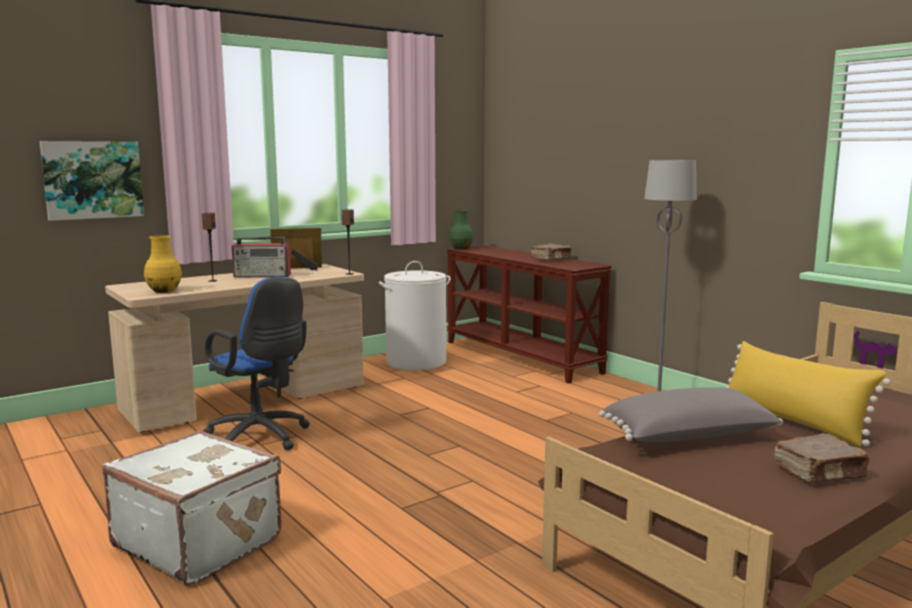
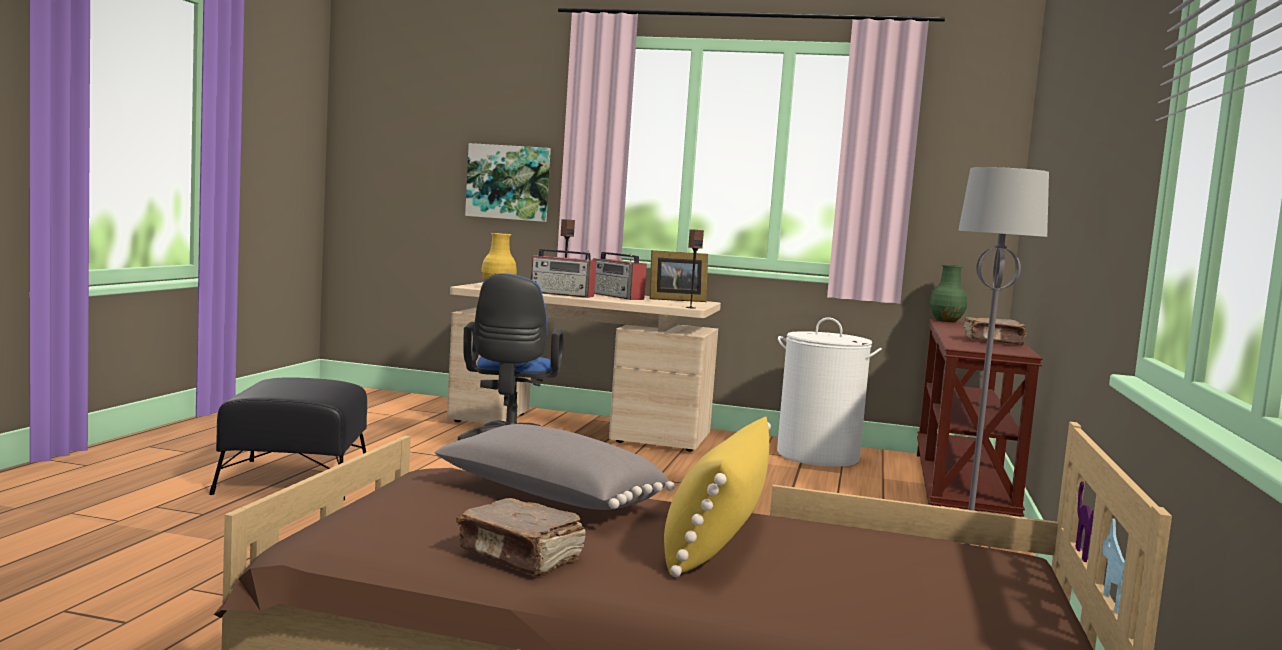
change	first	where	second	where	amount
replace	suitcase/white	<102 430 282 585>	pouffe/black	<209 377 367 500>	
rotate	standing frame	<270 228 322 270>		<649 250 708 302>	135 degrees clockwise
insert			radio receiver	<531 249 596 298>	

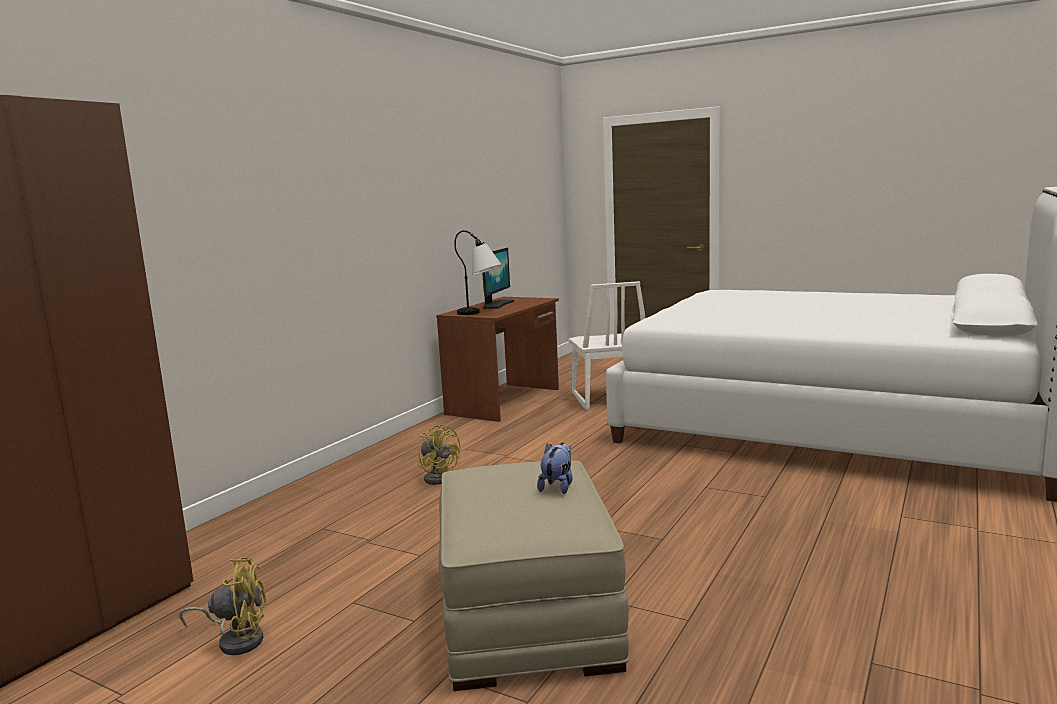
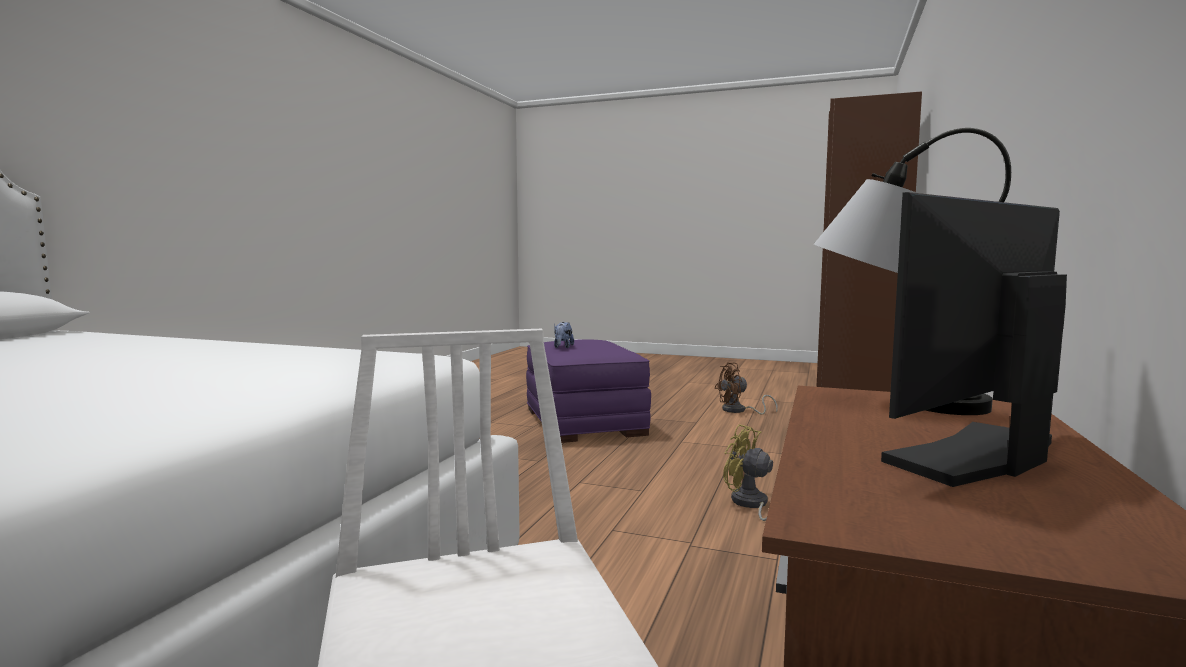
change	first	where	second	where	amount
recolor	electric fan/yellow	<179 557 267 655>	electric fan/brown	<715 363 778 415>	
recolor	pouffe/beige-coloured	<439 461 629 691>	pouffe/purplish	<526 339 651 443>	
rotate	computer screen	<482 248 514 309>		<881 192 1067 487>	45 degrees clockwise

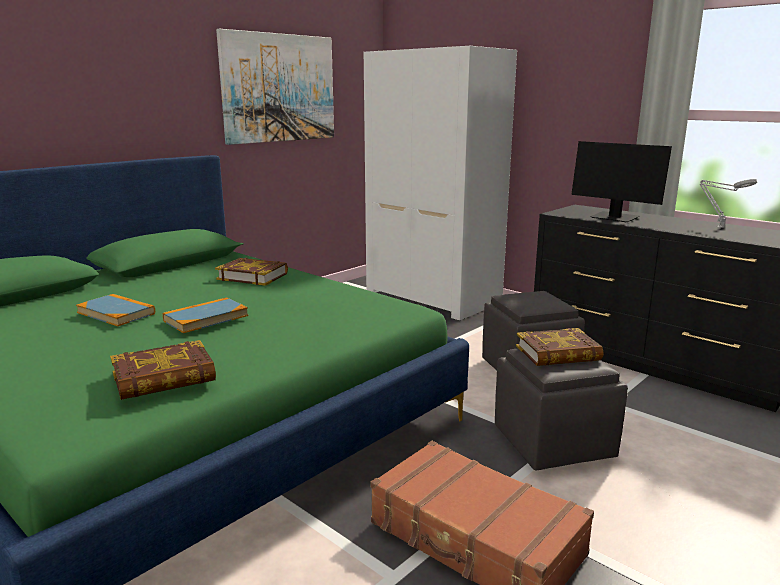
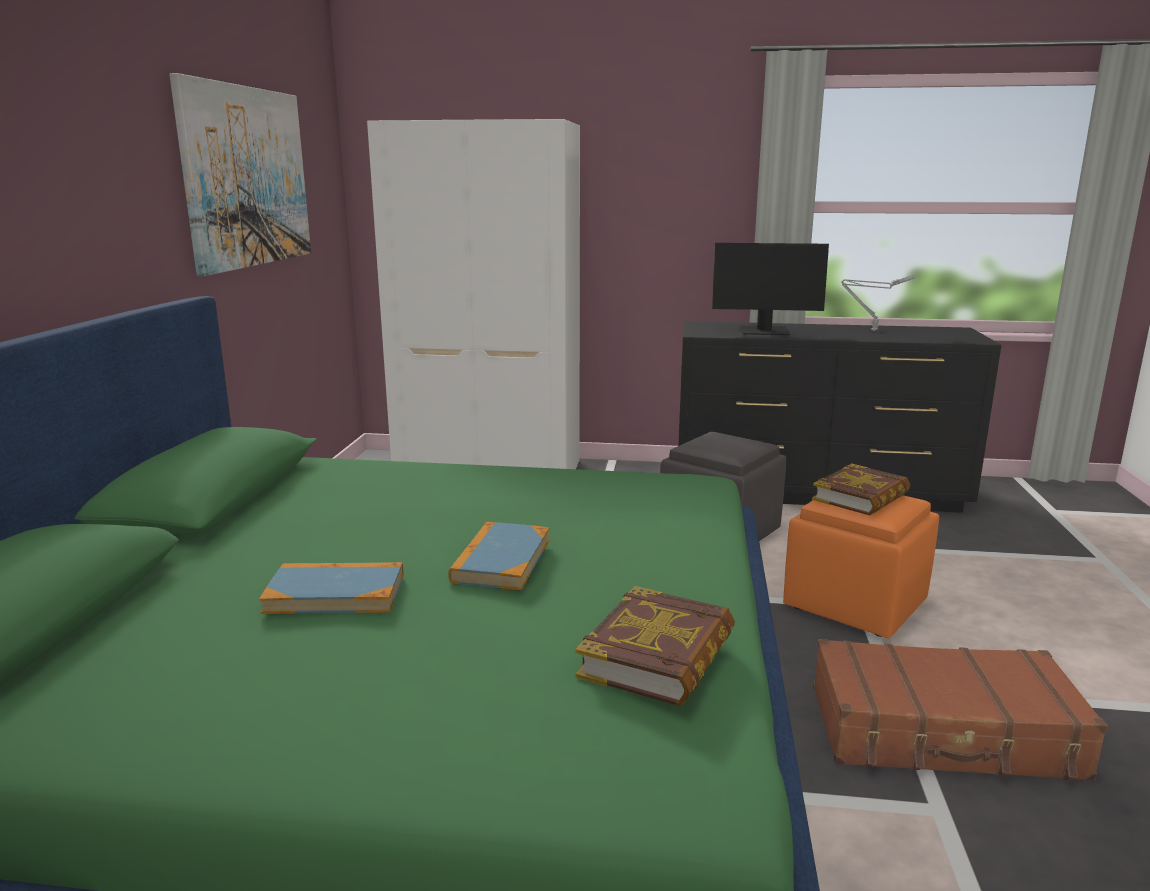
change	first	where	second	where	amount
delete	book	<215 258 288 286>			
recolor	pouffe/gray	<495 349 628 471>	pouffe/orange-coloured	<783 495 939 638>	

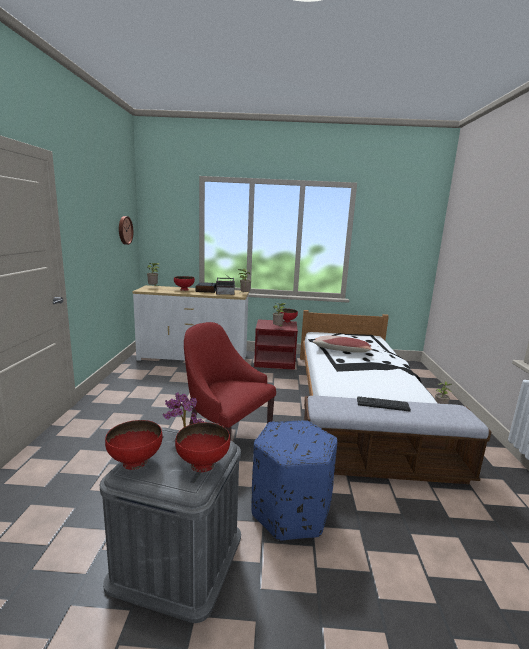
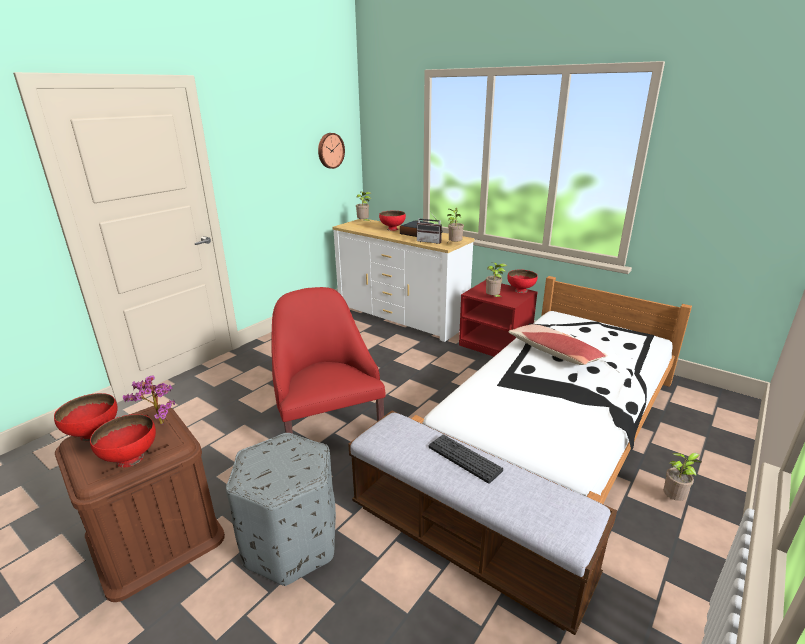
change	first	where	second	where	amount
recolor	storage box/gray	<100 427 241 623>	storage box/brown	<55 405 225 602>	
recolor	pouffe/bluish	<251 420 338 541>	pouffe/gray	<226 433 336 586>	

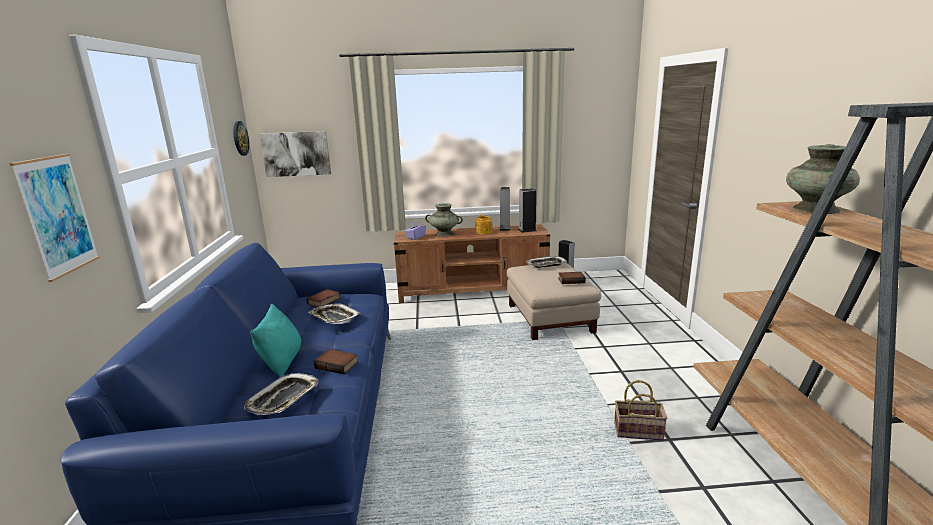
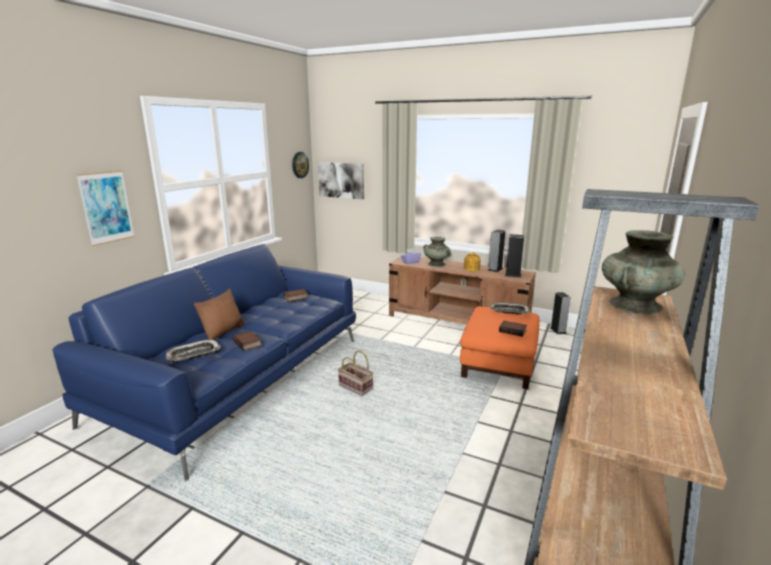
change	first	where	second	where	amount
recolor	pillow/turquoise-coloured	<251 303 301 377>	pillow/brown	<194 288 244 340>	
delete	carrying tray	<309 303 360 324>			
recolor	pouffe/beige-coloured	<507 263 601 340>	pouffe/orange-coloured	<460 306 540 389>	
move	basket	<614 380 667 441>		<338 350 374 396>	

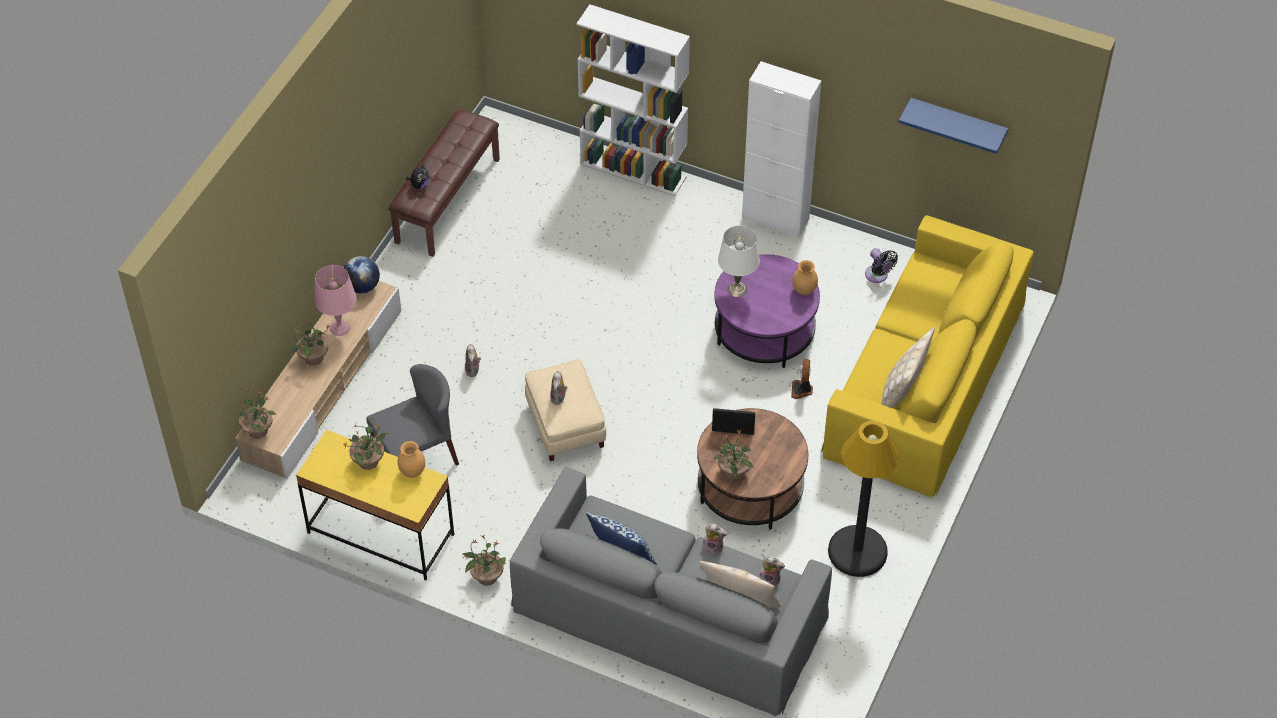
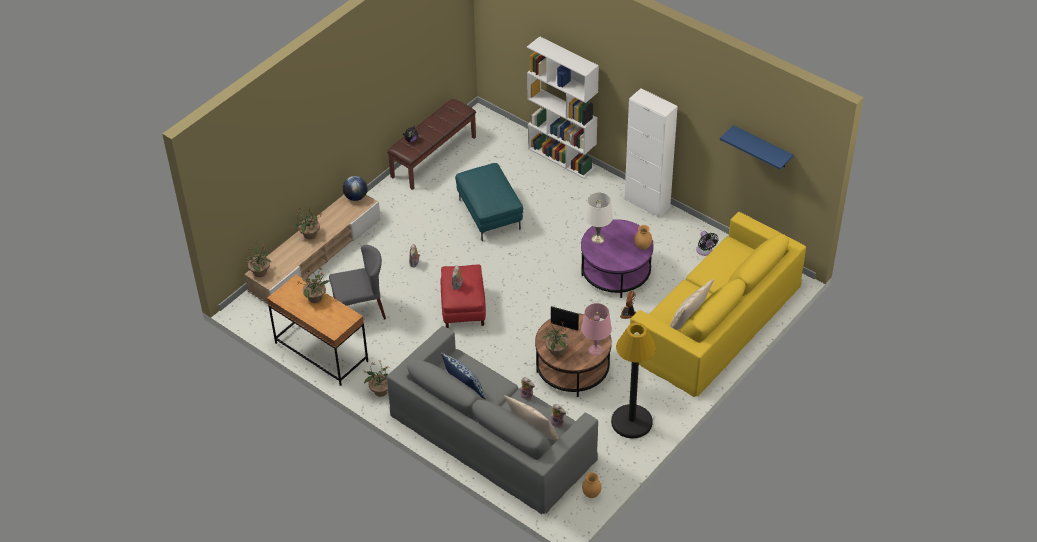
change	first	where	second	where	amount
recolor	desk table/yellow	<296 430 454 580>	desk table/brown	<267 275 368 386>	
move	tabletop lamp/pink-coloured	<314 265 357 336>		<581 303 612 356>	
move	decorative vase/brown	<398 441 425 478>		<582 472 601 498>	
recolor	pouffe/beige-coloured	<525 359 606 461>	pouffe/red	<441 264 486 328>	
insert			pouffe/turquoise-coloured	<455 163 523 241>	

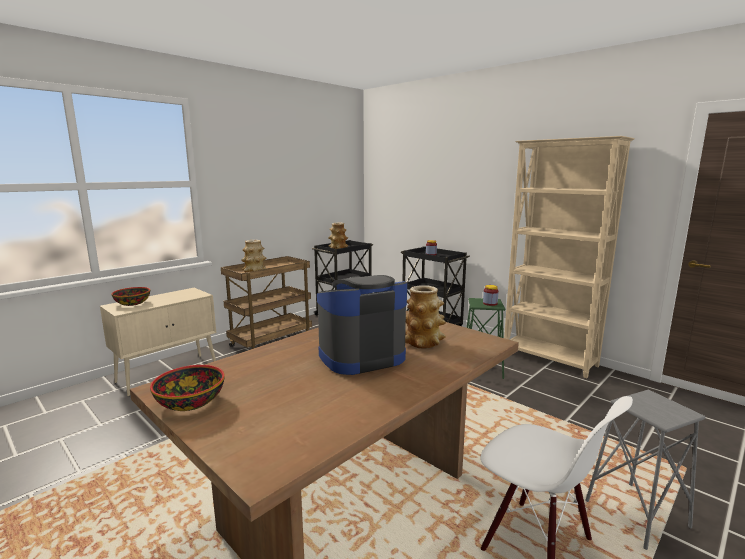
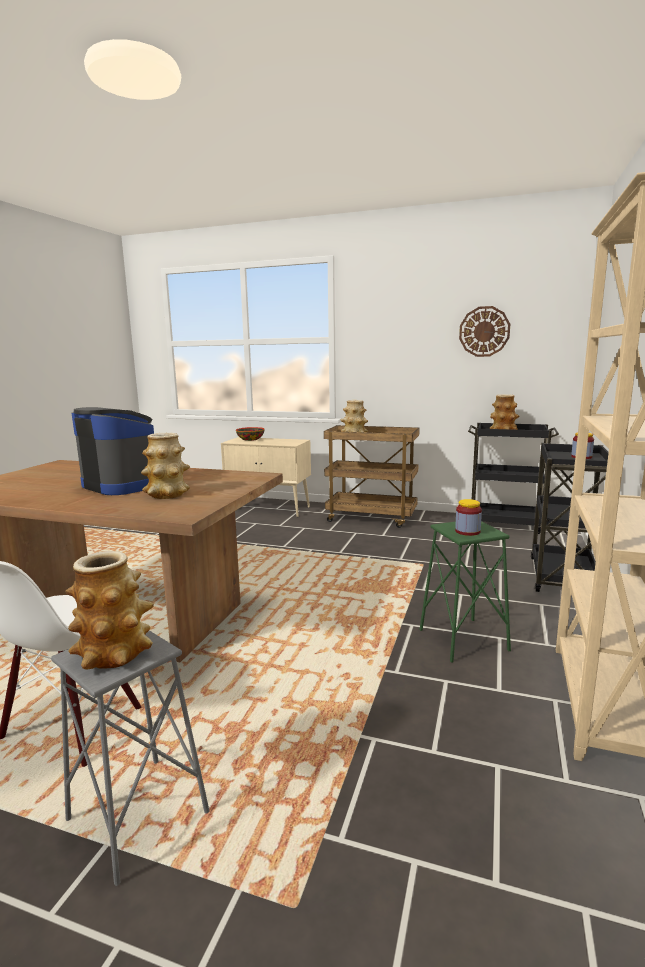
change	first	where	second	where	amount
delete	serving bowl	<150 365 225 411>			
insert			decorative vase	<66 551 154 670>	
insert			wall clock	<459 306 510 357>	

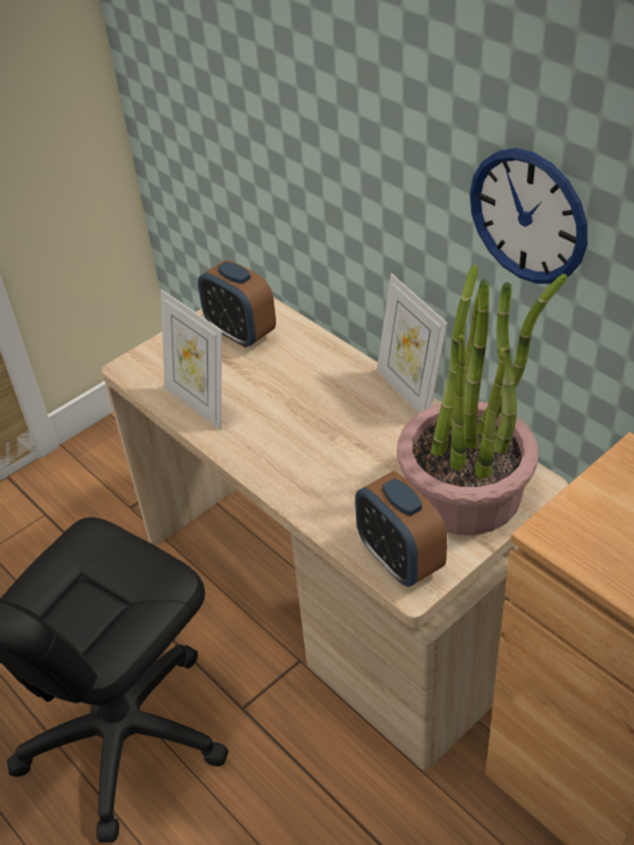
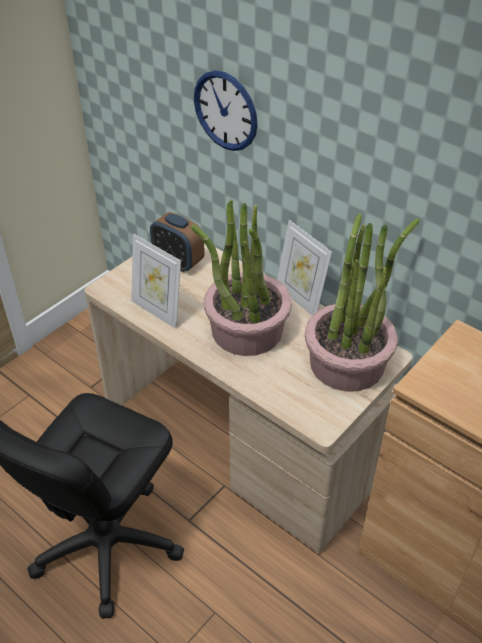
change	first	where	second	where	amount
delete	table clock	<355 471 447 587>			
move	wall clock	<470 148 588 284>		<194 70 258 151>	
insert			potted plant	<191 199 292 356>	

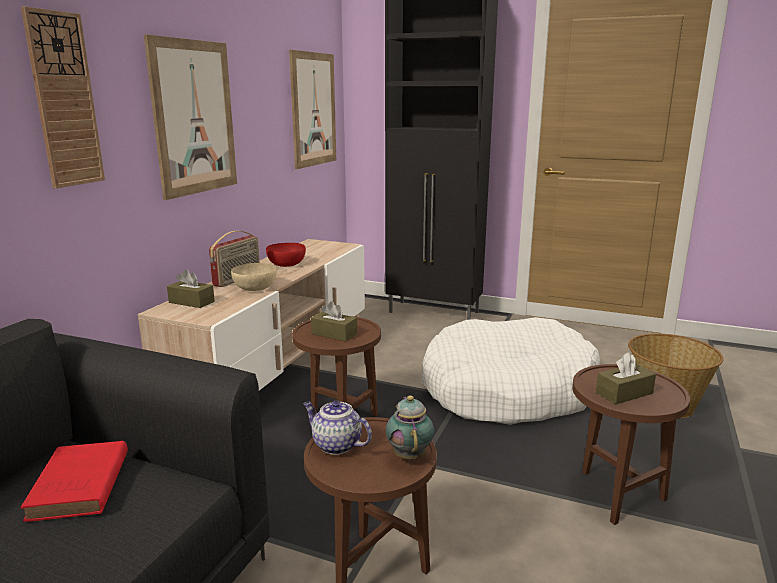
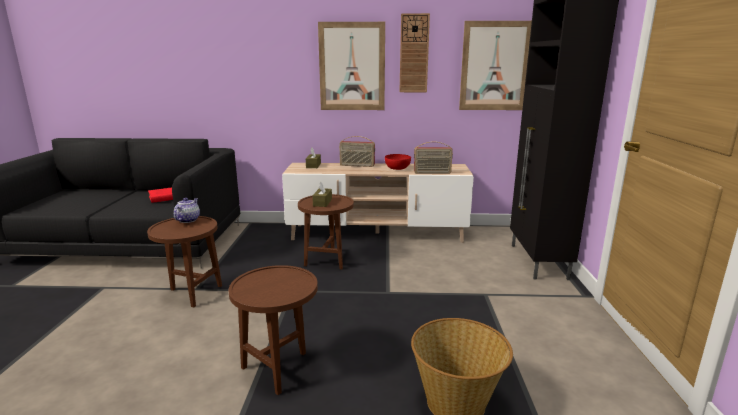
change	first	where	second	where	amount
move	wall clock	<21 6 105 188>		<399 13 430 92>	
delete	serving bowl/beige-coloured	<231 263 277 291>			
delete	teapot	<386 396 434 460>			
delete	pet bed/white	<421 317 600 425>			
delete	tissue box/brown	<596 352 656 405>			
insert			radio receiver	<414 141 453 174>	

